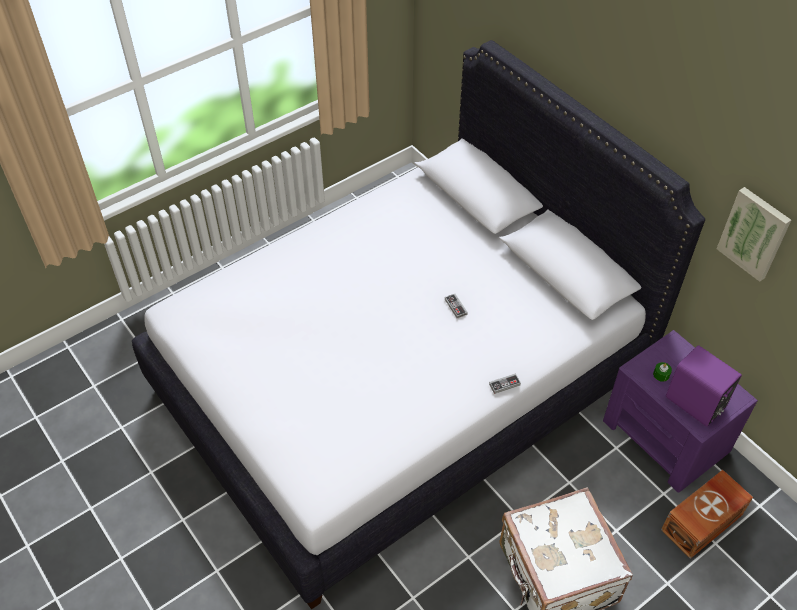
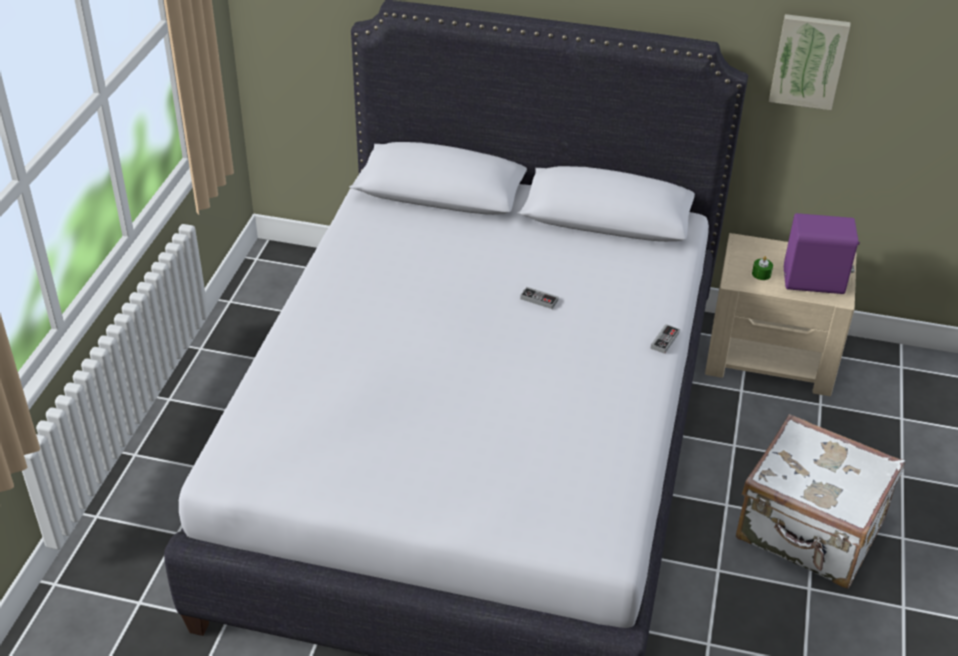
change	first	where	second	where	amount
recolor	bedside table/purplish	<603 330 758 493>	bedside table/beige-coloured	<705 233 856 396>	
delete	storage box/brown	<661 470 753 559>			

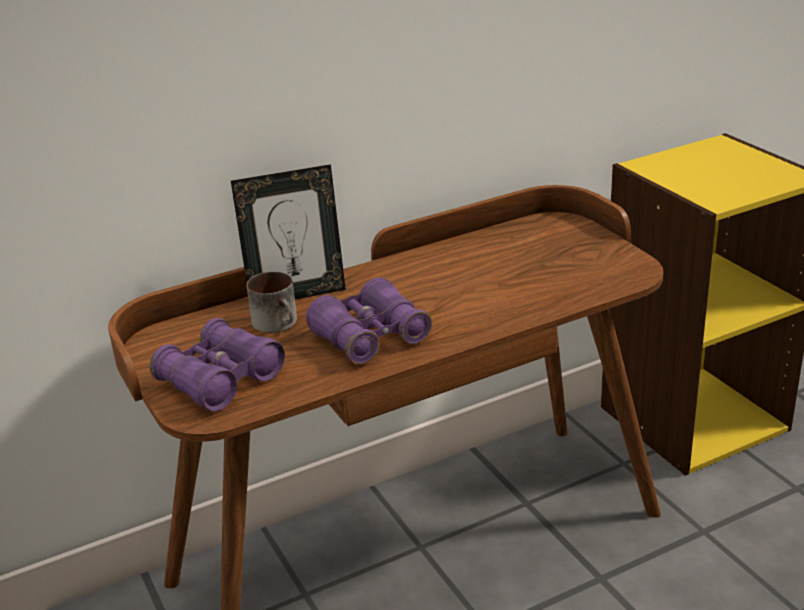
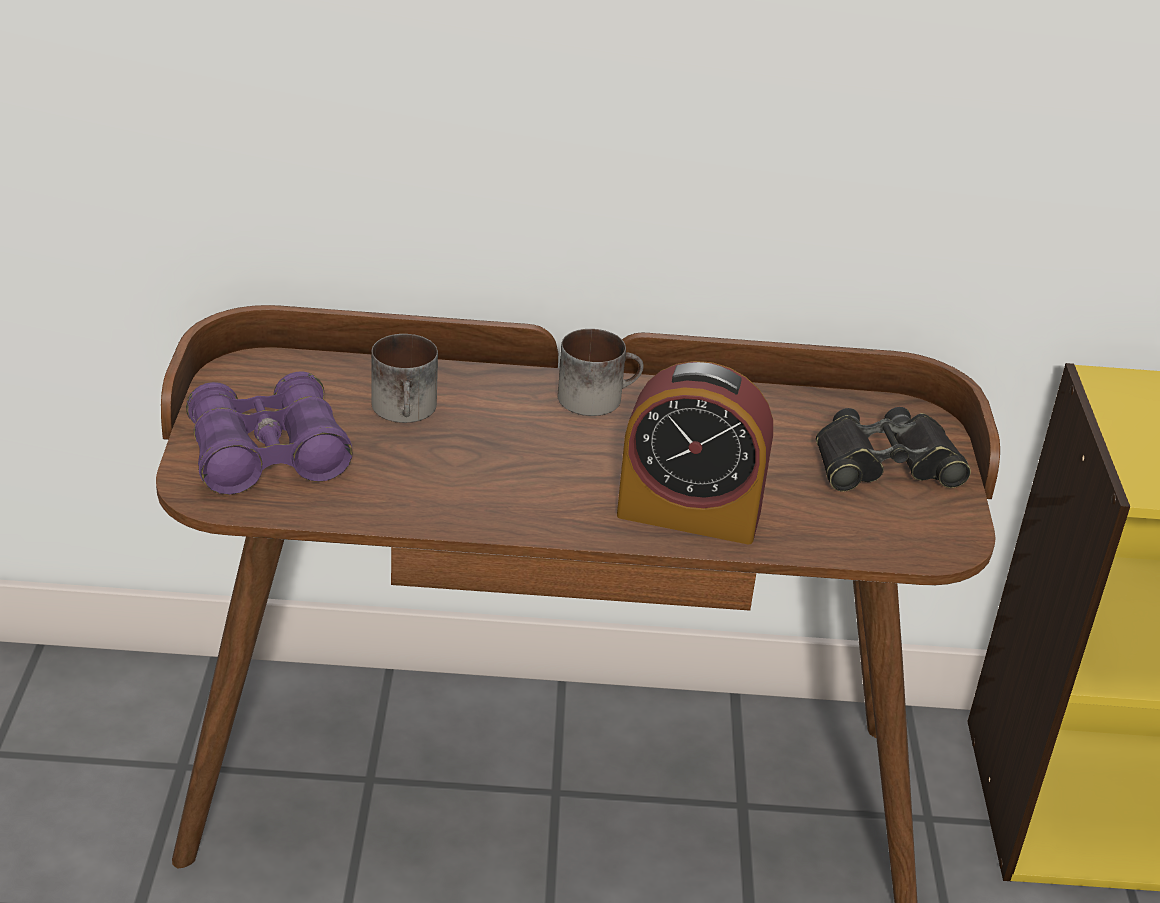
change	first	where	second	where	amount
delete	standing frame	<231 164 346 300>			
delete	binoculars/purplish	<306 278 432 364>			
insert			mug	<558 329 644 416>	
insert			table clock	<617 361 773 544>	
insert			binoculars/black	<816 407 971 492>	

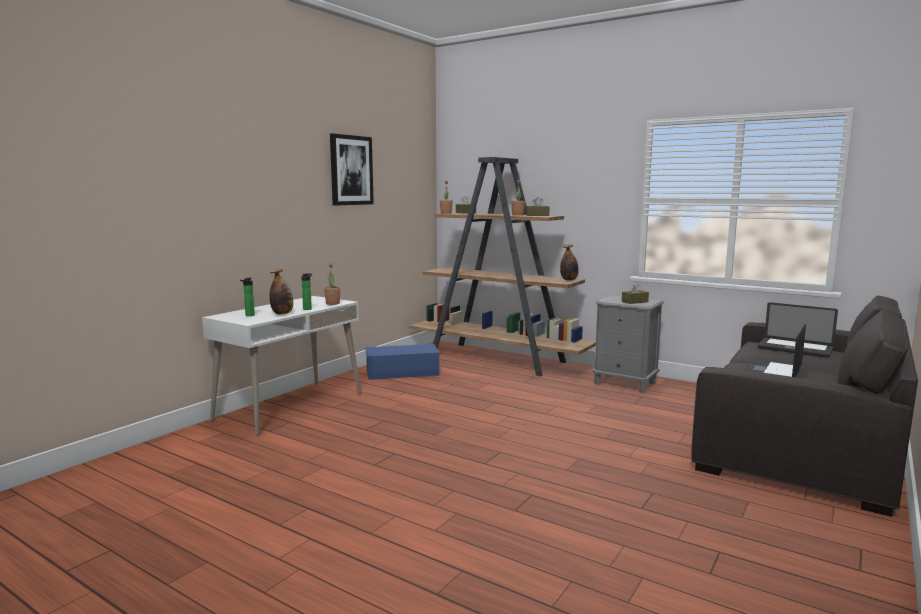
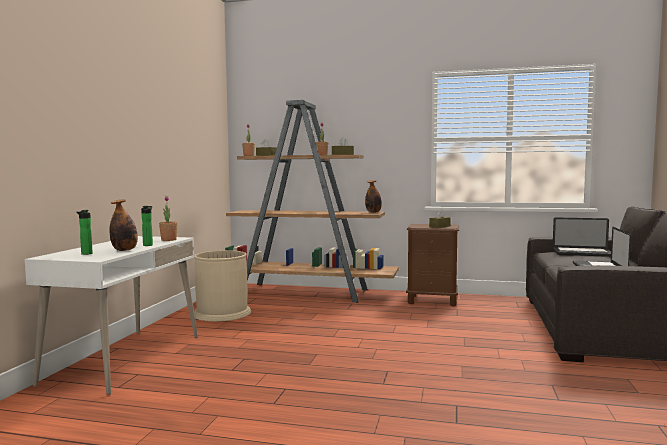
change	first	where	second	where	amount
delete	picture	<330 133 374 206>			
replace	storage box/bluish	<366 344 440 380>	trash can/beige-coloured	<194 250 251 322>	
recolor	bedside table/gray	<592 295 664 393>	bedside table/brown	<406 224 459 306>	

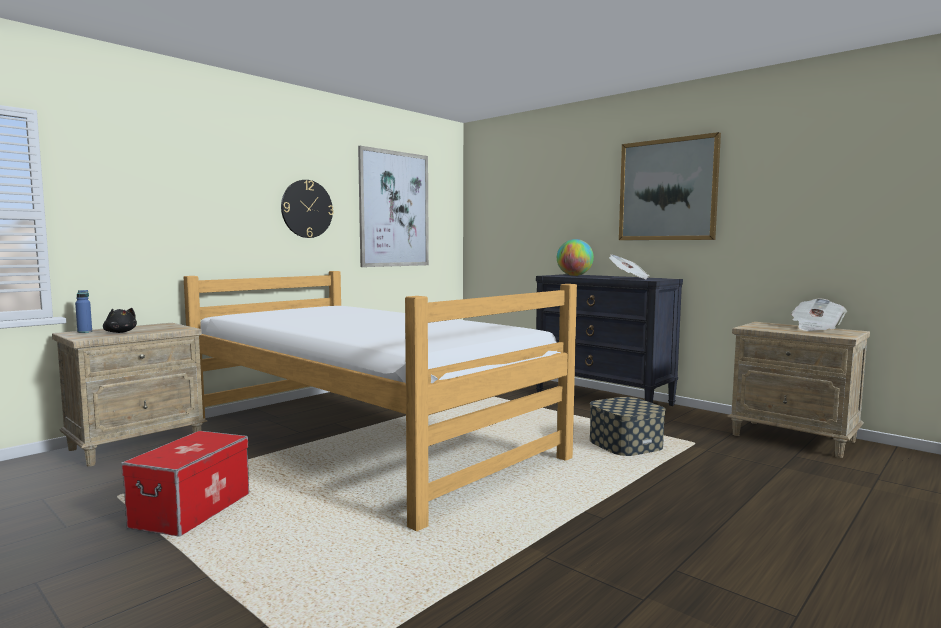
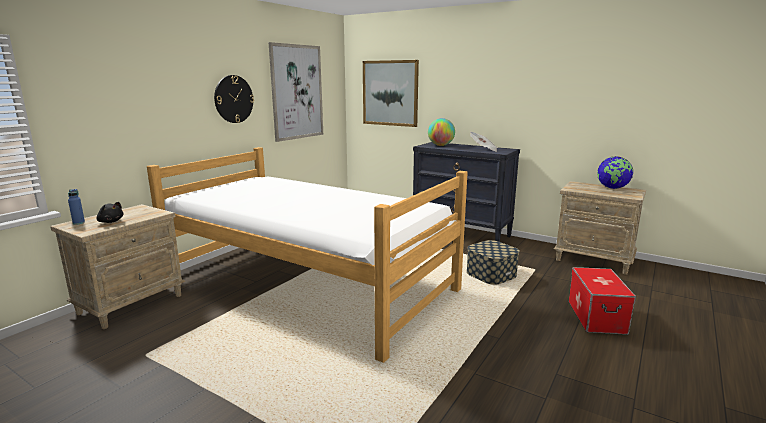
change	first	where	second	where	amount
move	storage box	<121 431 249 537>		<569 267 636 335>	
move	picture	<619 132 721 240>		<363 60 419 127>	
replace	newspaper	<791 298 847 331>	world globe	<597 156 633 189>	

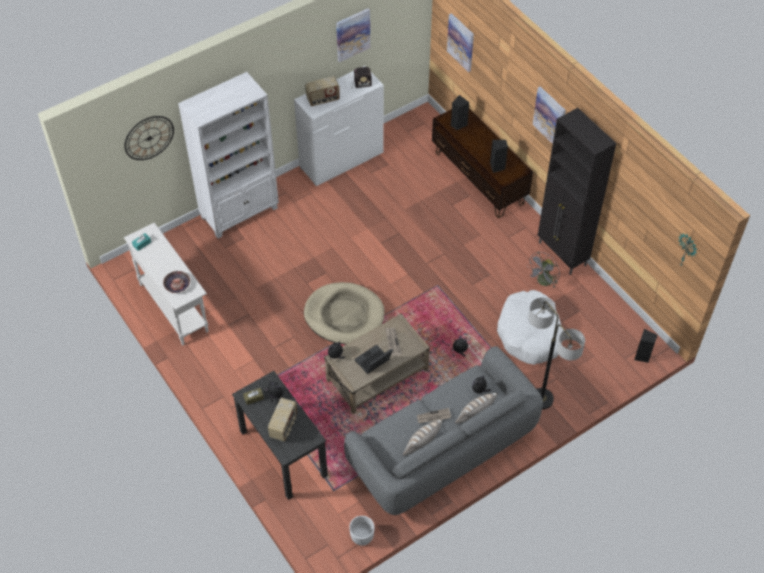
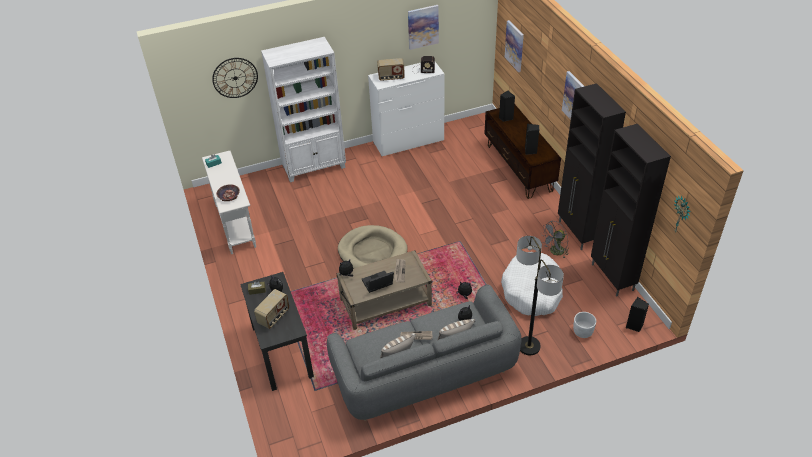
change	first	where	second	where	amount
move	plant pot/white	<349 516 375 546>		<573 312 596 338>	
insert			cabinet/black	<591 124 671 296>	

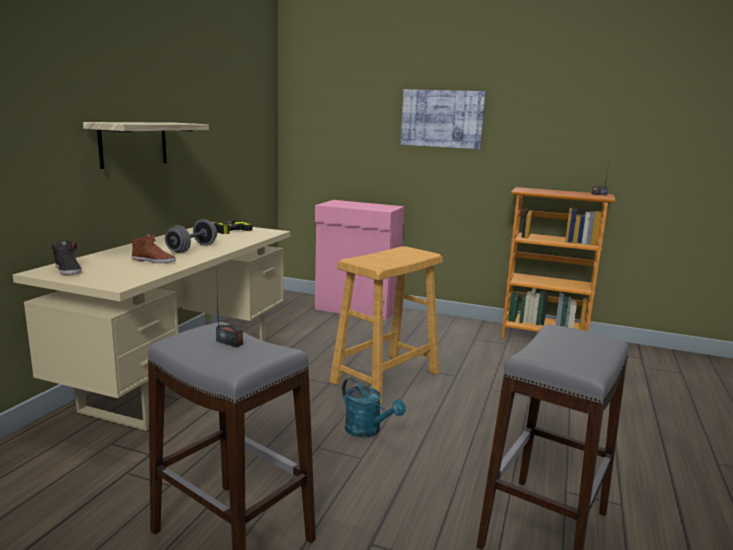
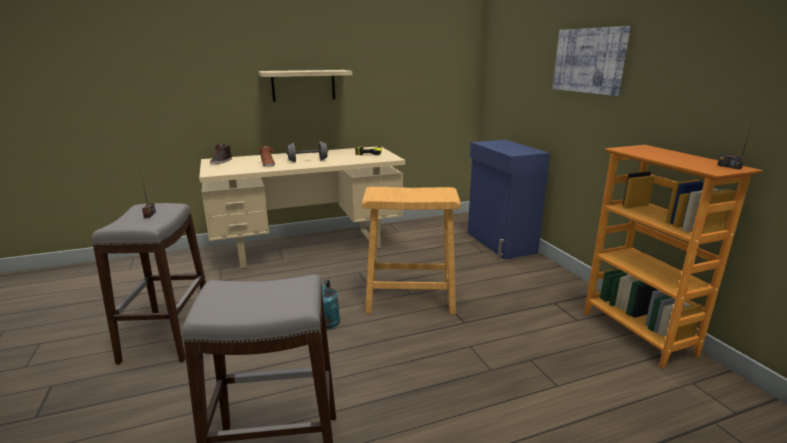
change	first	where	second	where	amount
recolor	cabinet/pink-coloured	<315 200 405 321>	cabinet/bluish	<468 140 550 260>	

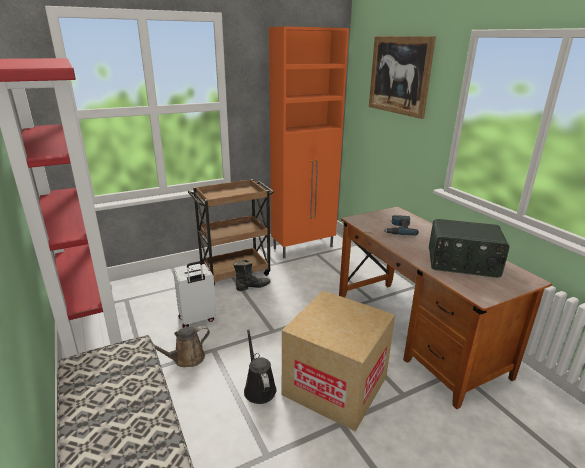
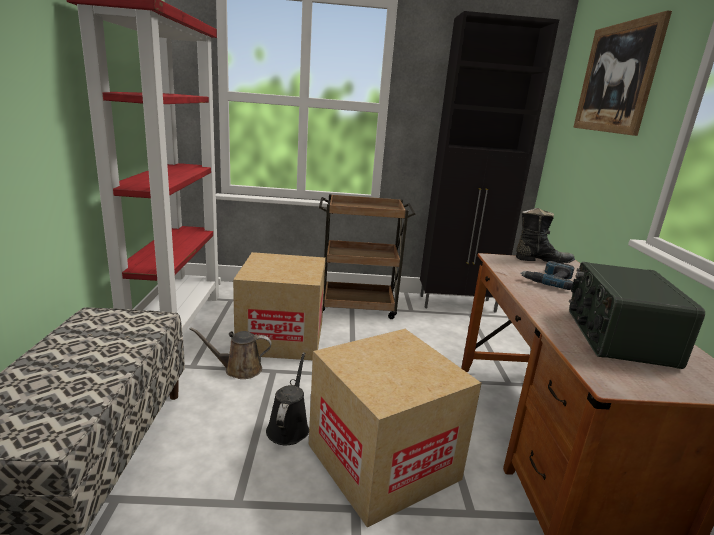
change	first	where	second	where	amount
replace	suitcase/white	<173 261 217 328>	carton	<233 252 326 360>	
move	high-top boot/black	<233 260 271 291>		<516 208 575 263>	
recolor	cabinet/orange-coloured	<269 26 349 258>	cabinet/black	<420 11 560 313>	
rotate	radio receiver	<429 219 510 278>		<569 262 705 369>	60 degrees clockwise

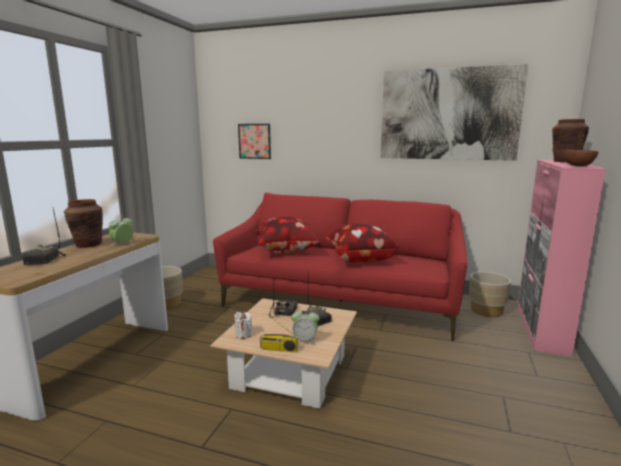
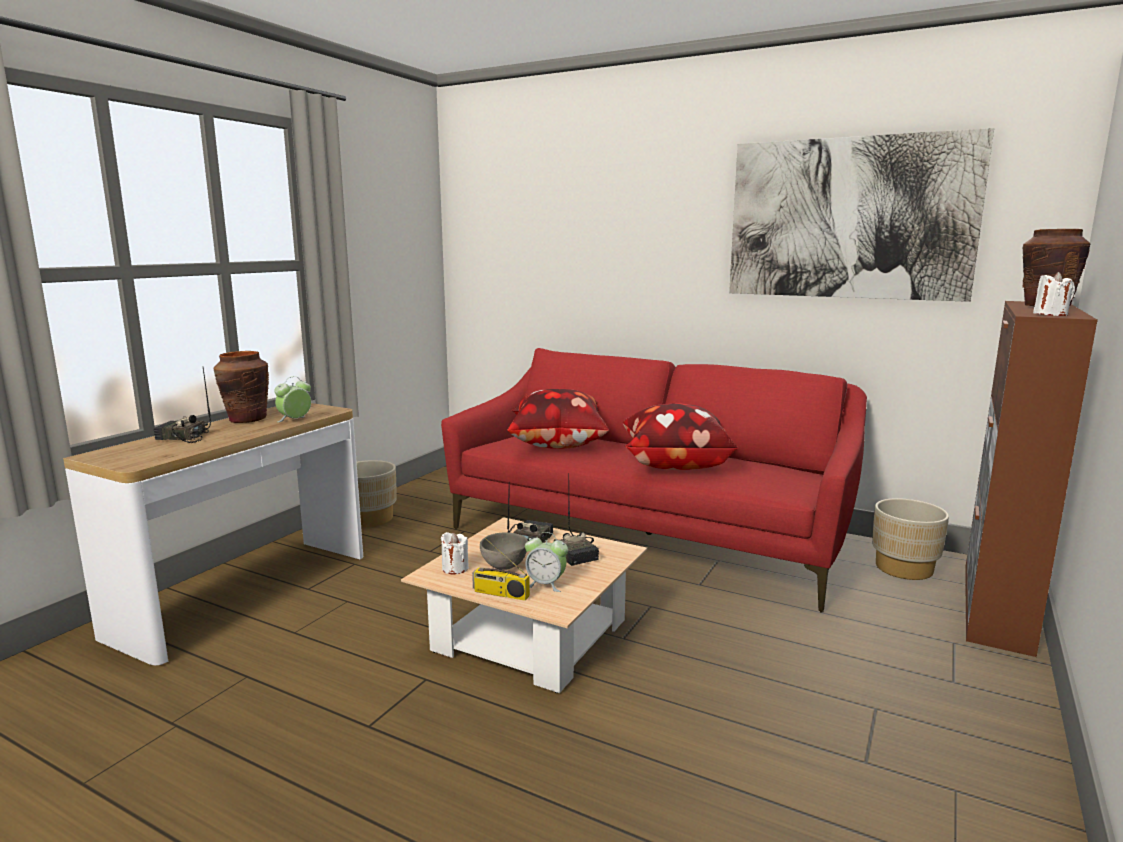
change	first	where	second	where	amount
rotate	radio receiver	<23 208 66 265>		<153 368 211 443>	90 degrees clockwise
delete	picture	<238 124 271 159>			
recolor	cabinet/pink-coloured	<517 160 606 357>	cabinet/brown	<965 301 1098 657>	
replace	serving bowl/brown	<563 150 598 166>	wax light/white	<1033 272 1075 316>	
insert			serving bowl/gray	<480 532 528 570>	

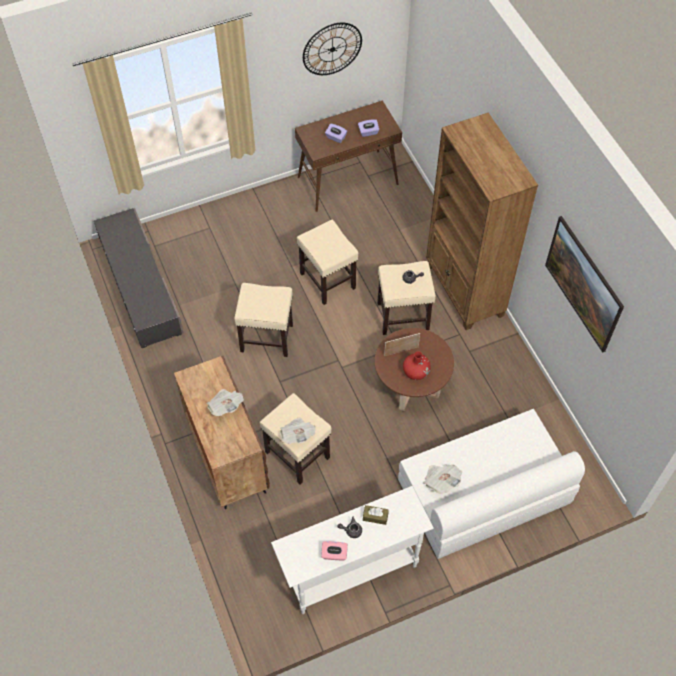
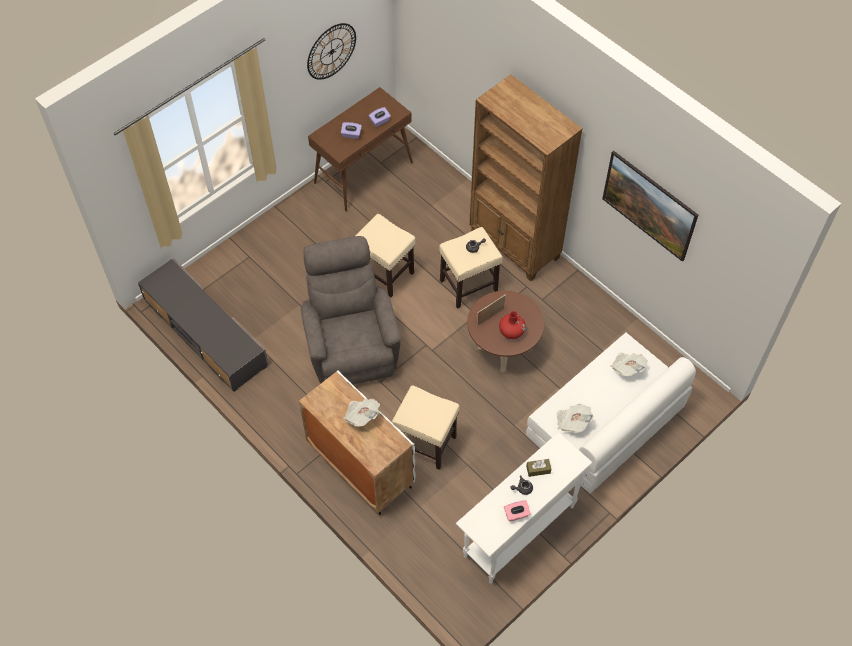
change	first	where	second	where	amount
recolor	cabinet/brown	<174 356 270 509>	cabinet/white	<299 370 415 515>	
replace	sitting stool/beige-coloured	<234 283 293 357>	lounge chair/gray	<301 236 401 384>	
move	newspaper	<280 417 316 444>		<610 352 648 376>	

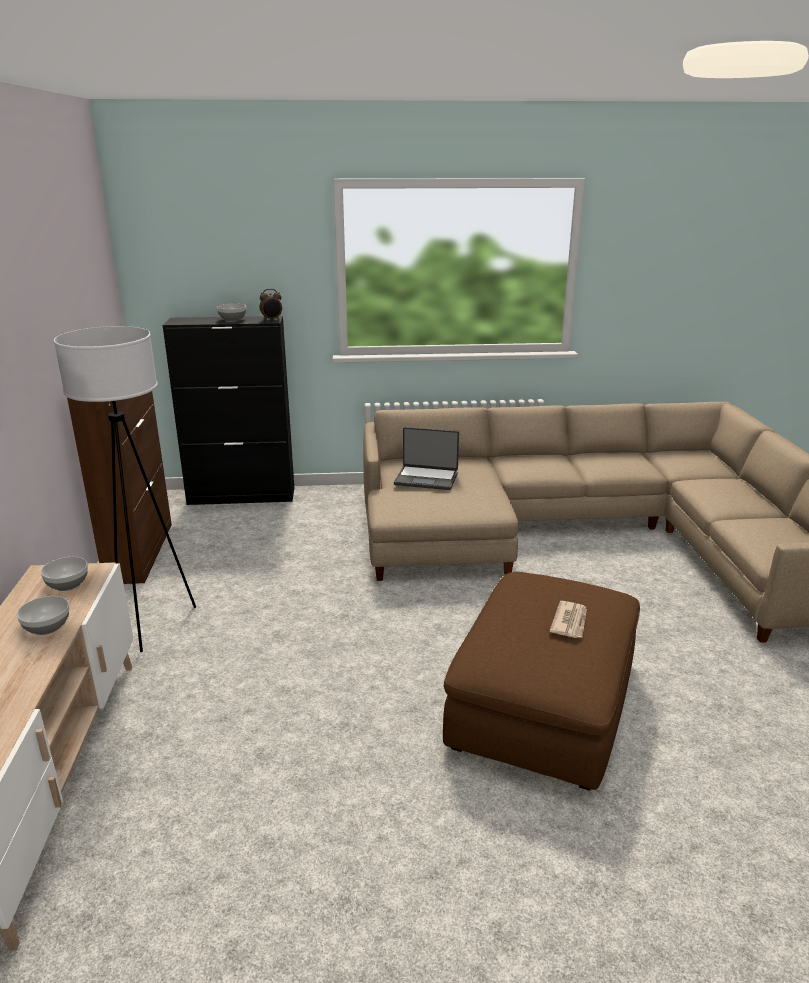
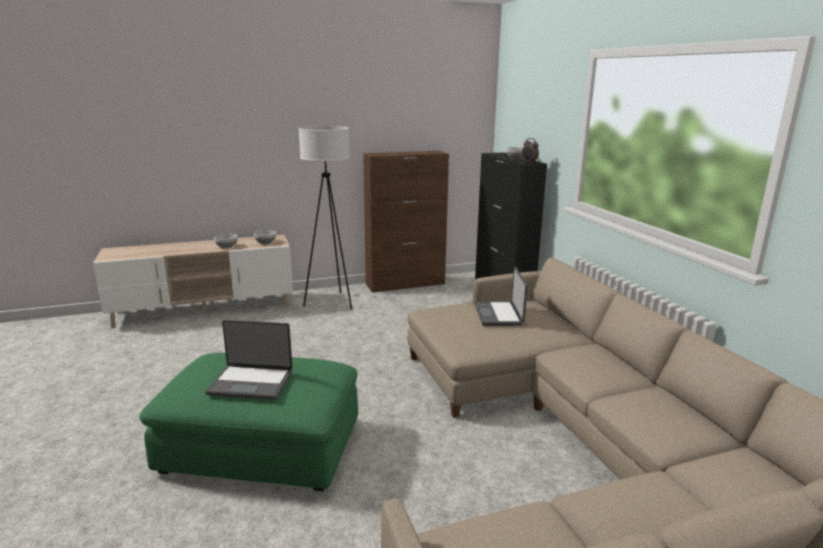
change	first	where	second	where	amount
recolor	pouffe/brown	<443 572 640 791>	pouffe/green-coloured	<139 353 358 491>	
replace	newspaper	<550 601 587 638>	laptop	<205 320 293 400>	

